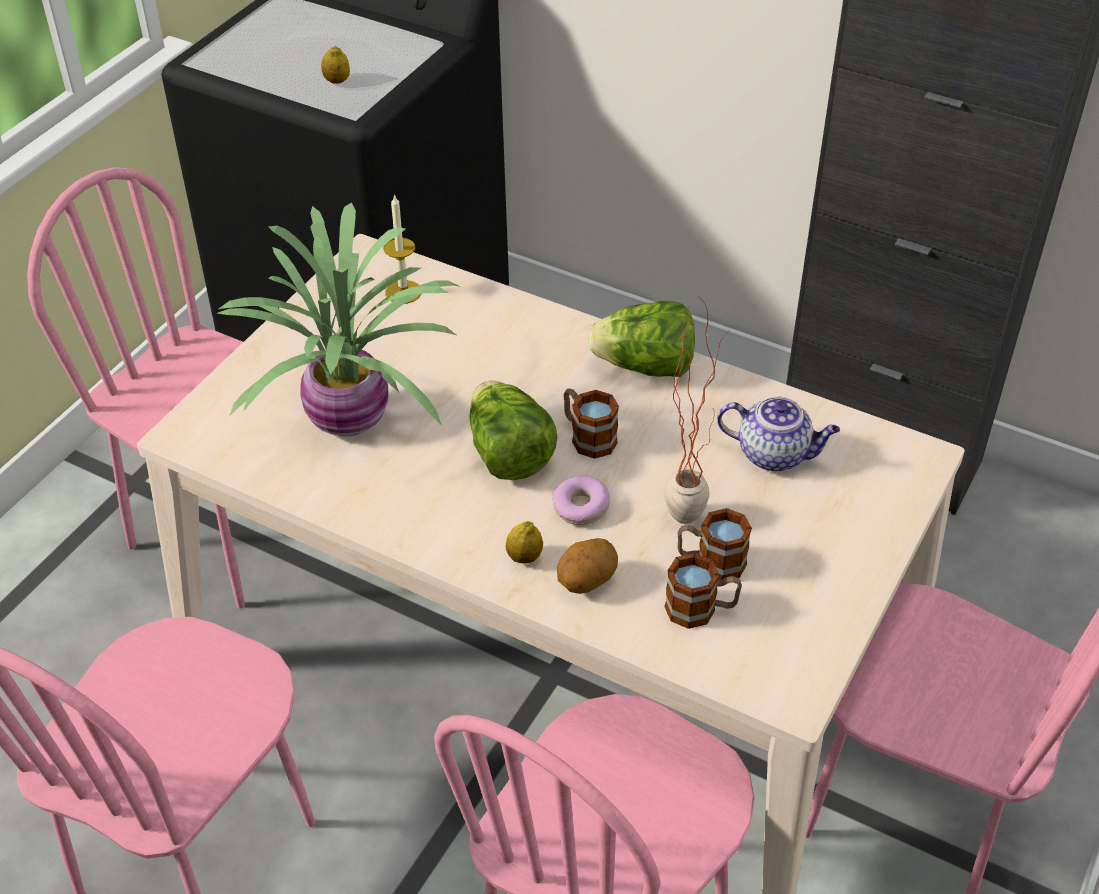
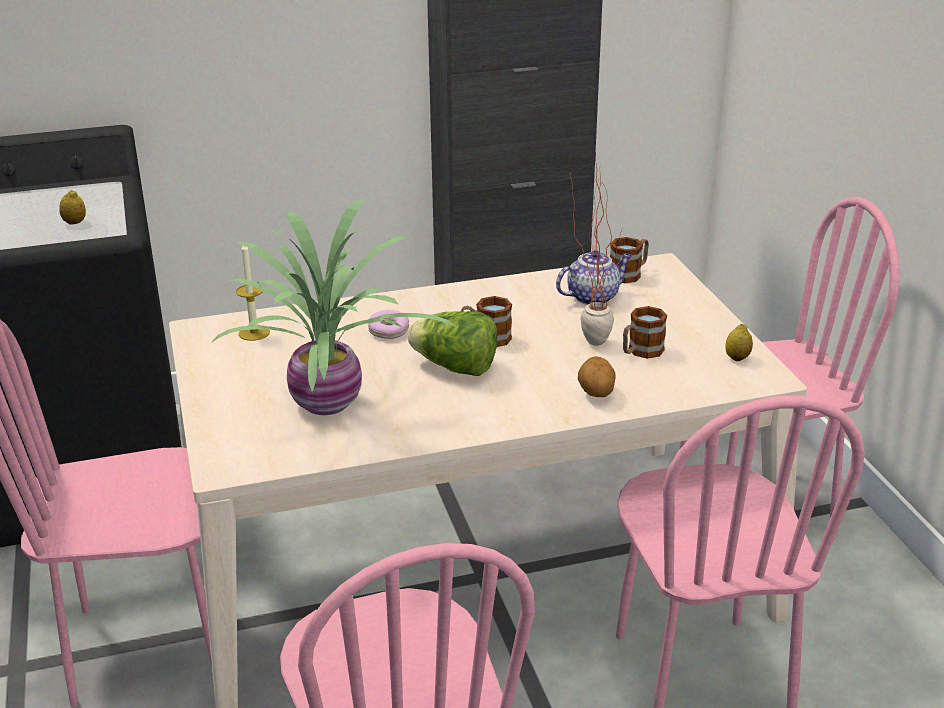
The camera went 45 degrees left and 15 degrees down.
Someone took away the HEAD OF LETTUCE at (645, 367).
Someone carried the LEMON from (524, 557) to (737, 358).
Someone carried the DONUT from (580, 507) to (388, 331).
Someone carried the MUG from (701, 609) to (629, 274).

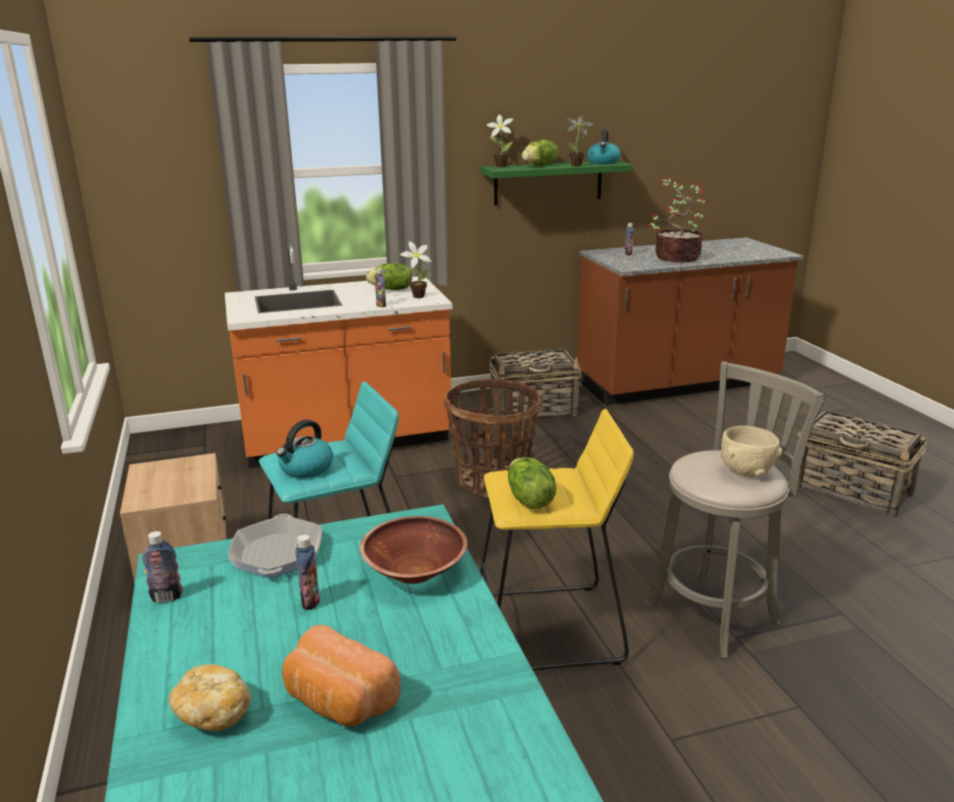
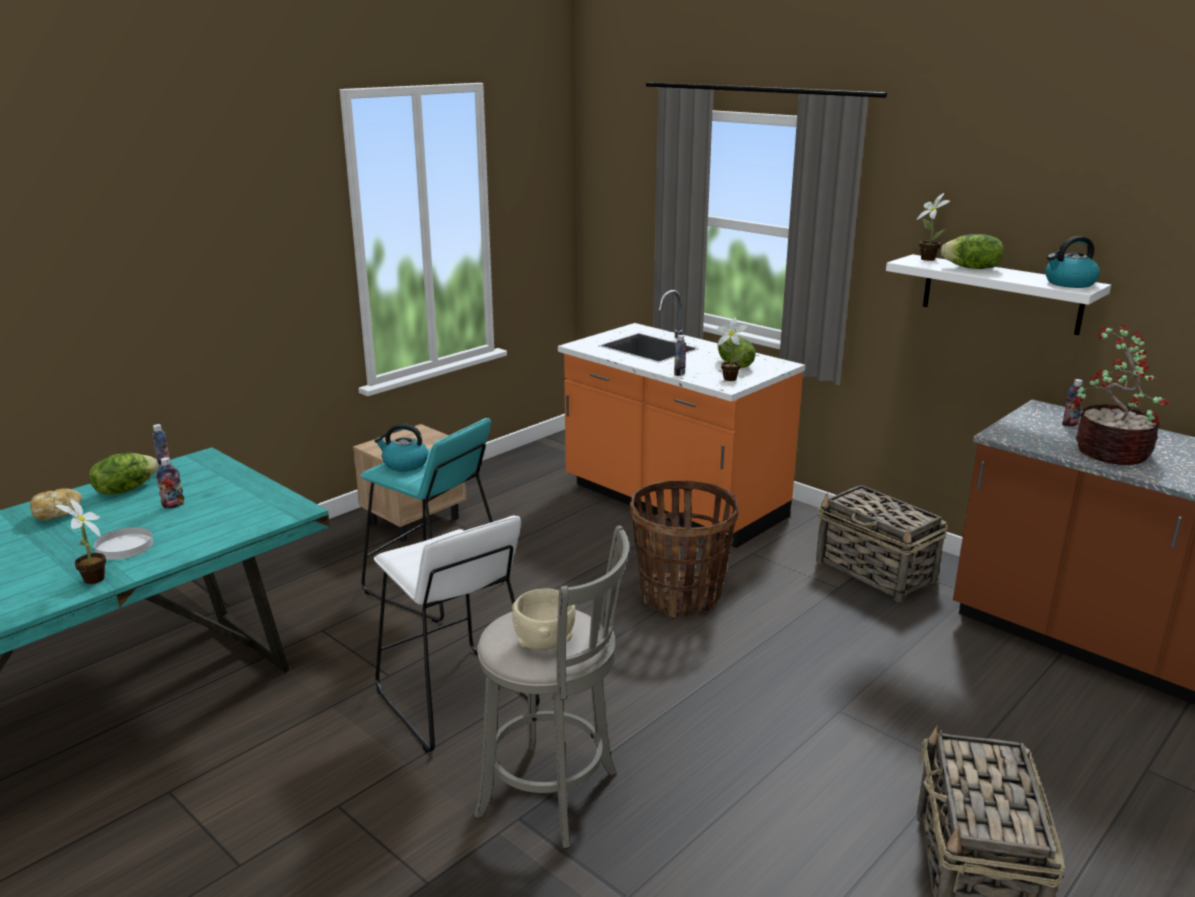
The camera went 60 degrees right and 0 degrees up.
Someone took away the FRYING PAN at (277, 554).
Someone took away the BAKERY BREAD at (337, 702).
Someone took away the BROWN SERVING BOWL at (414, 571).
Someone put down the WHITISH DINNER PLATE at (124, 546).
Someone carried the HEAD OF LETTUCE from (528, 500) to (125, 489).
Someone carried the HOUSEPLANT from (578, 165) to (92, 581).
Someone repainted the GREENISH BRACKET SHELF at (548, 182), which became the WHITISH BRACKET SHELF at (1001, 294).
Someone repainted the YELLOWISH SITTING STOOL at (548, 628), which became the WHITISH SITTING STOOL at (454, 698).

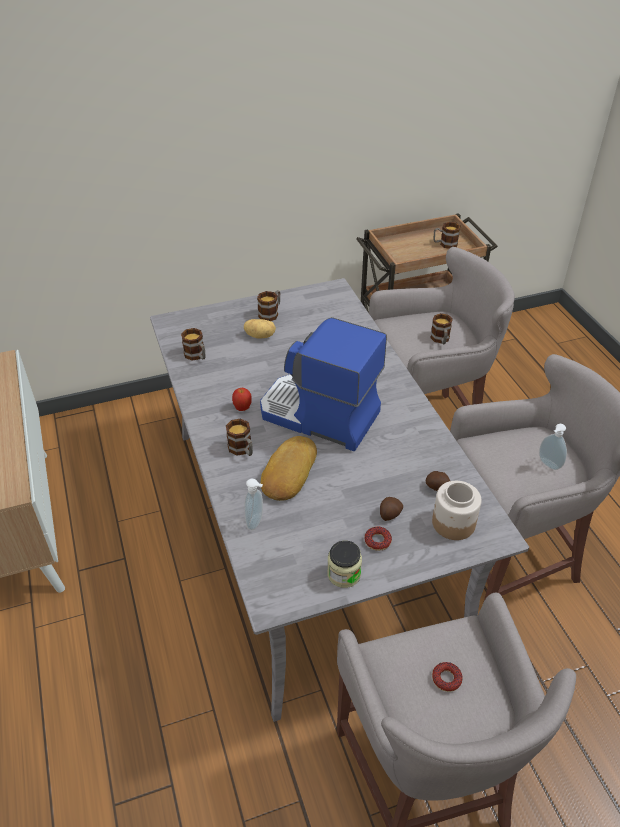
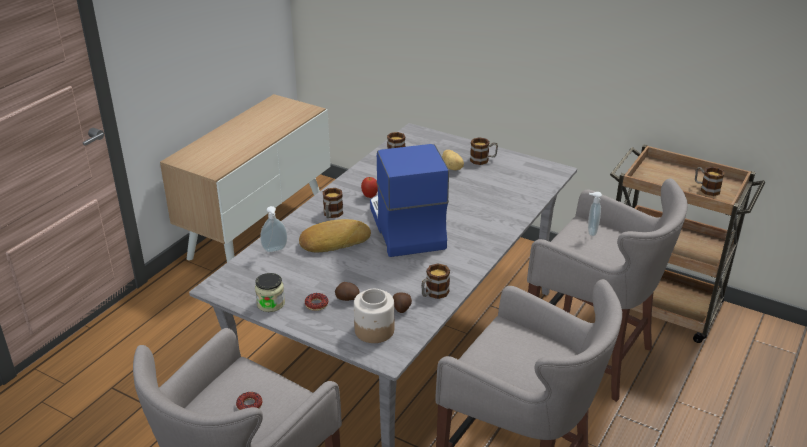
The camera went 50 degrees right and 10 degrees down.
Someone carried the MUG from (440, 340) to (434, 293).
Someone carried the SOAP BOTTLE from (548, 465) to (591, 231).

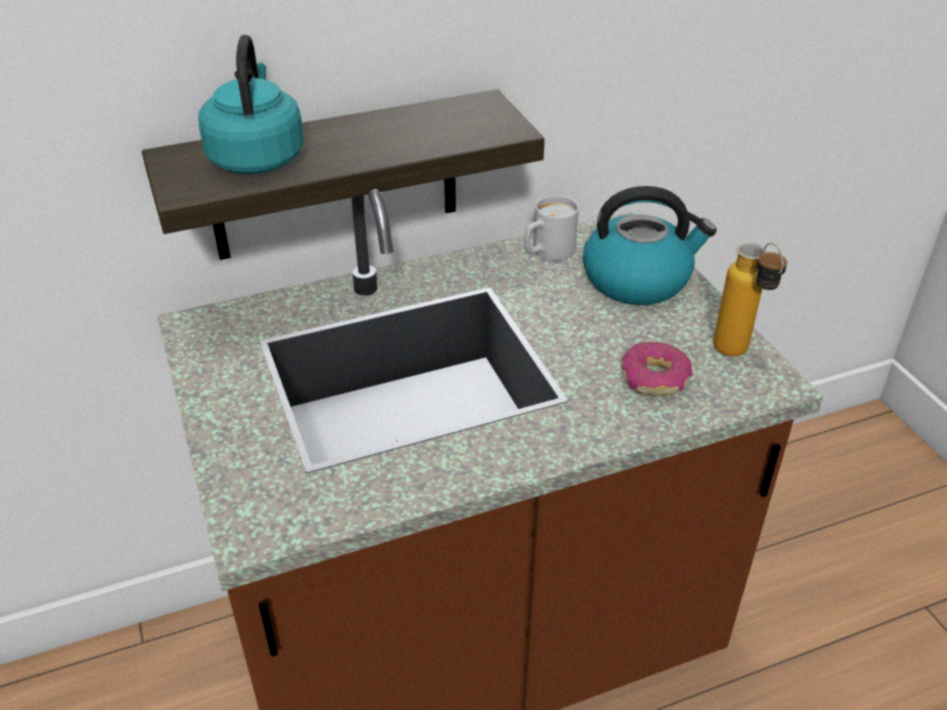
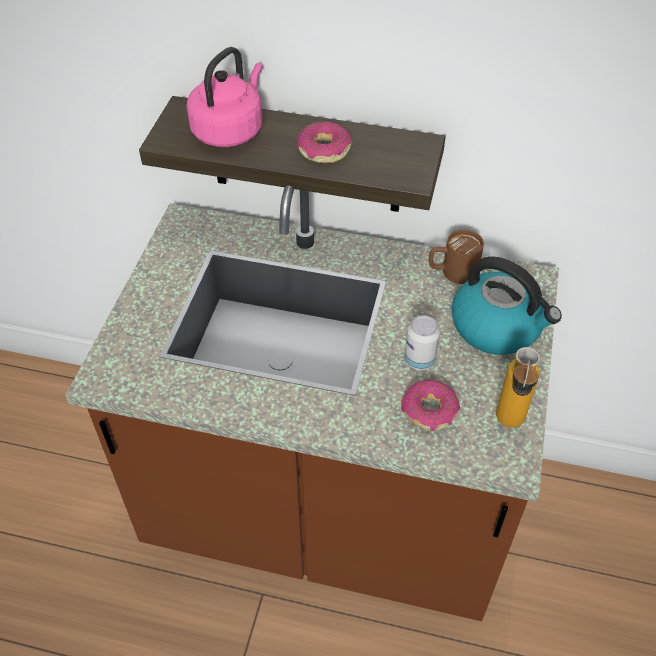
The camera went 35 degrees right and 10 degrees up.
Someone put down the DONUT at (323, 150).
Someone put down the CAN at (419, 360).
Someone repainted the TURQUOISE WATER KETTLE at (257, 156), which became the PINKISH WATER KETTLE at (230, 130).
Someone repainted the WHITISH MUG at (547, 252), which became the BROWN MUG at (452, 272).

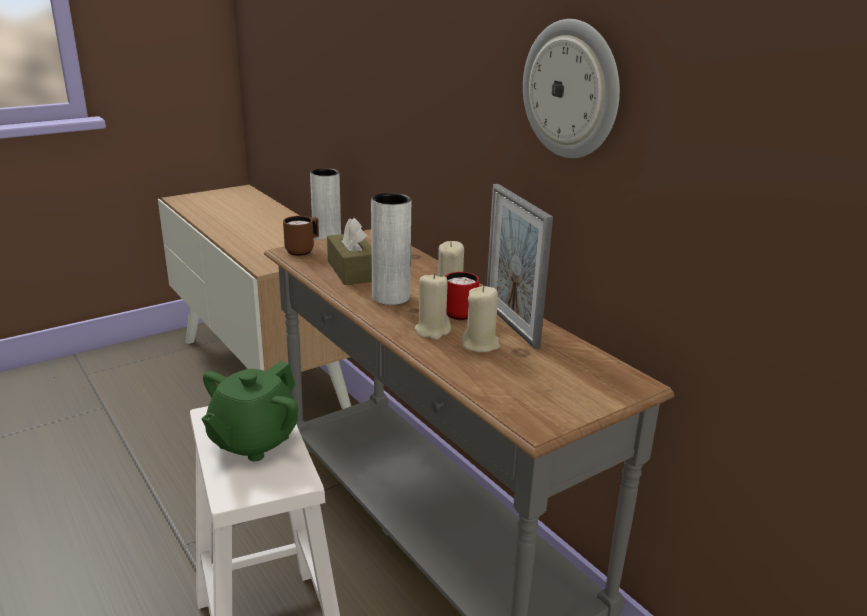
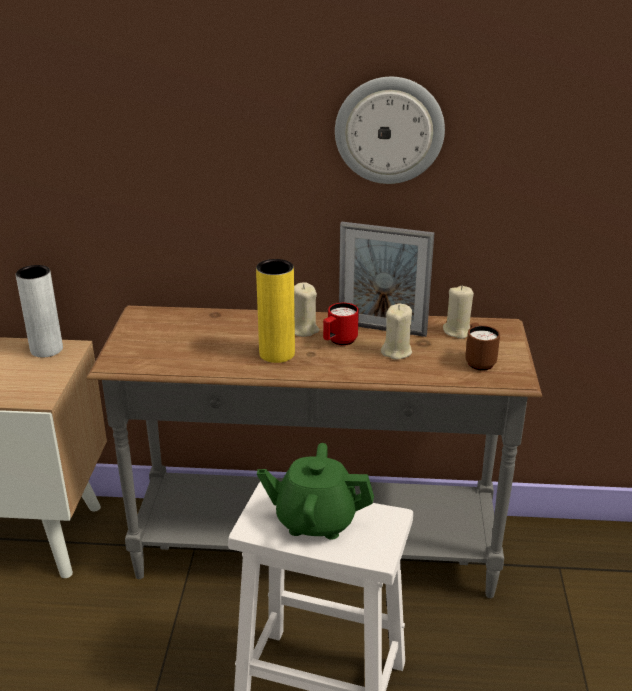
The camera went 50 degrees left and 5 degrees up.
Someone took away the BROWN TISSUE HOLDER at (352, 271).
Someone carried the BROWN MUG from (303, 250) to (478, 361).
Someone carried the BEIGE-COLOURED WAX LIGHT from (432, 330) to (458, 331).
Someone repainted the GRAY VASE at (391, 297), which became the YELLOWISH VASE at (277, 354).
Someone rotated the GREENISH POT FOR TEA at (253, 441) by 120 degrees clockwise.

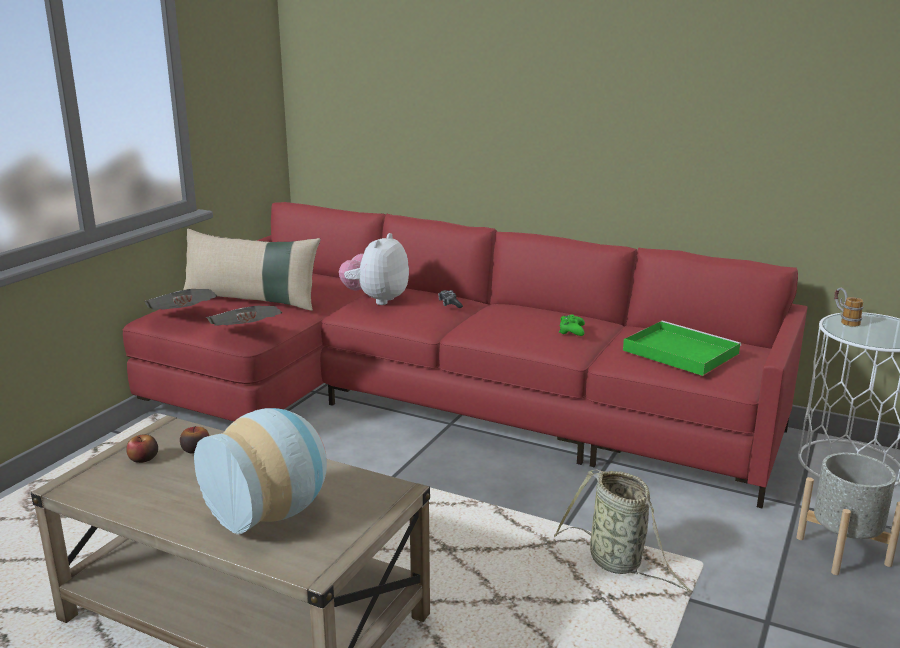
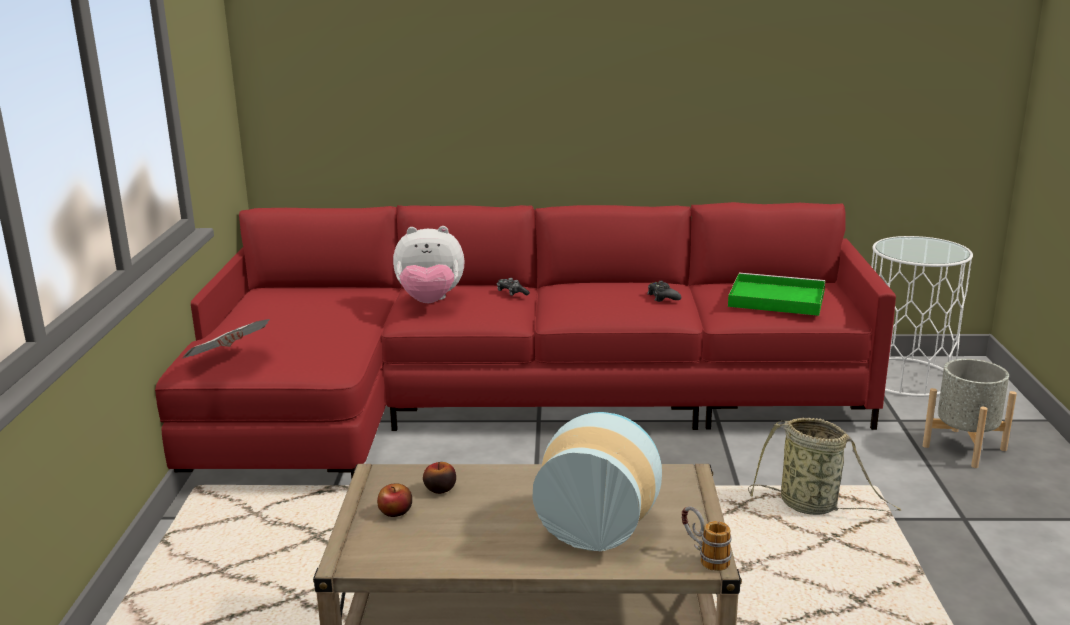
The camera went 25 degrees left and 0 degrees up.
Someone took away the BEIGE-COLOURED CUSHION at (252, 301).
Someone took away the DAILY PAPER at (246, 335).
Someone carried the MUG from (844, 320) to (703, 557).
Someone repainted the GREENISH GAMEPAD at (571, 330), which became the BLACK-COLOURED GAMEPAD at (663, 297).
Someone rotated the CUDDLY TOY at (376, 300) by 90 degrees counterclockwise.

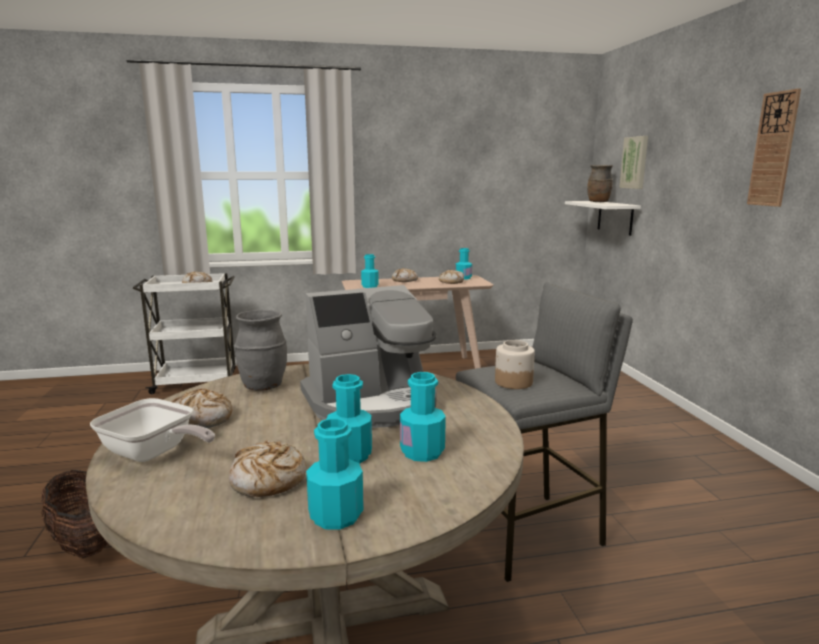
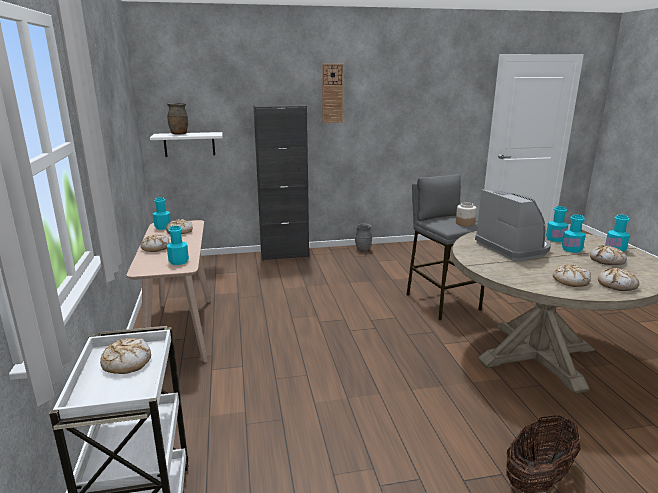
The camera went 90 degrees left and 5 degrees up.
Someone took away the WALL PICTURE at (635, 162).
Someone put down the BLACK-COLOURED CUPBOARD at (284, 255).
Someone carried the GRAY VASE from (263, 386) to (363, 250).
Someone swapped the FRYING PAN at (153, 454) for the BAKERY BREAD at (617, 285).

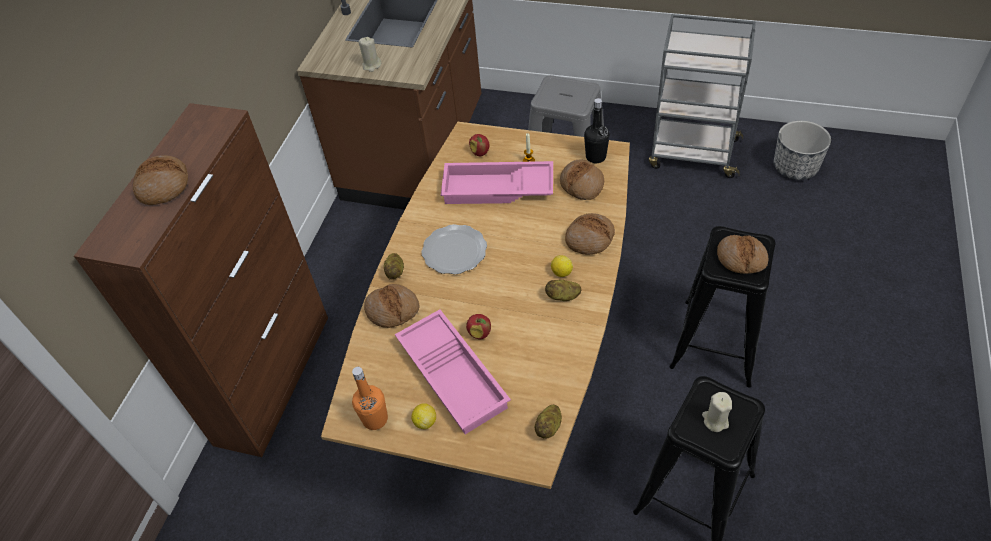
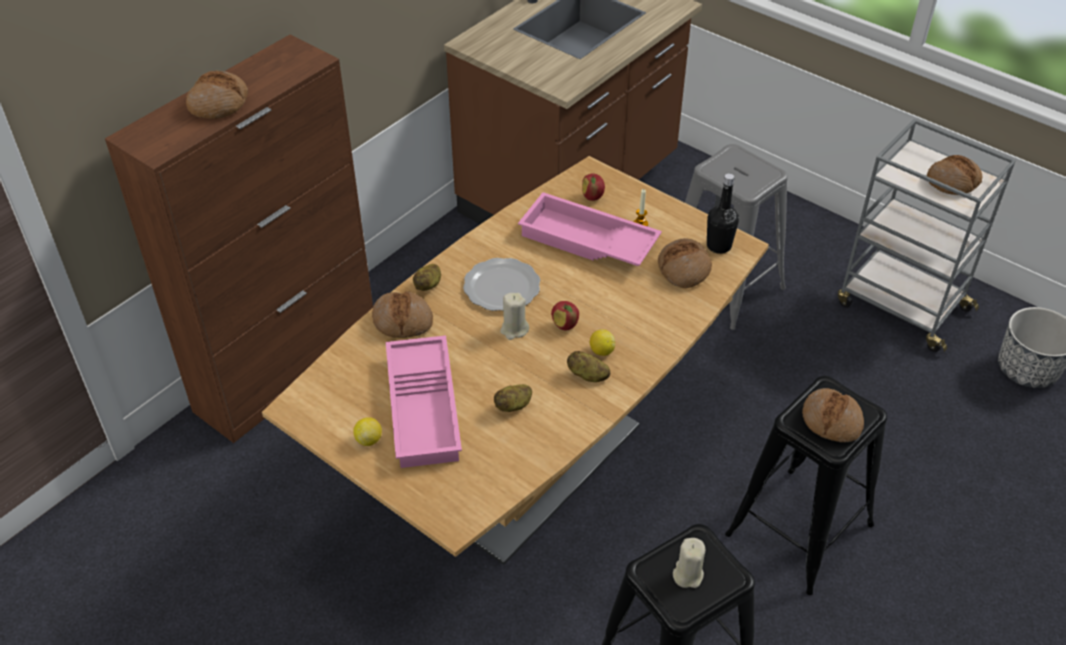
The camera went 20 degrees right and 5 degrees down.
Someone took away the ORANGE DRINK BOTTLE at (375, 419).
Someone carried the BEIGE-COLOURED WAX LIGHT from (371, 65) to (514, 329).
Someone carried the WHOLE APPLE from (480, 333) to (565, 325).
Someone carried the SPUD from (549, 427) to (514, 406).
Someone carried the BAKERY BREAD from (589, 238) to (952, 182).

